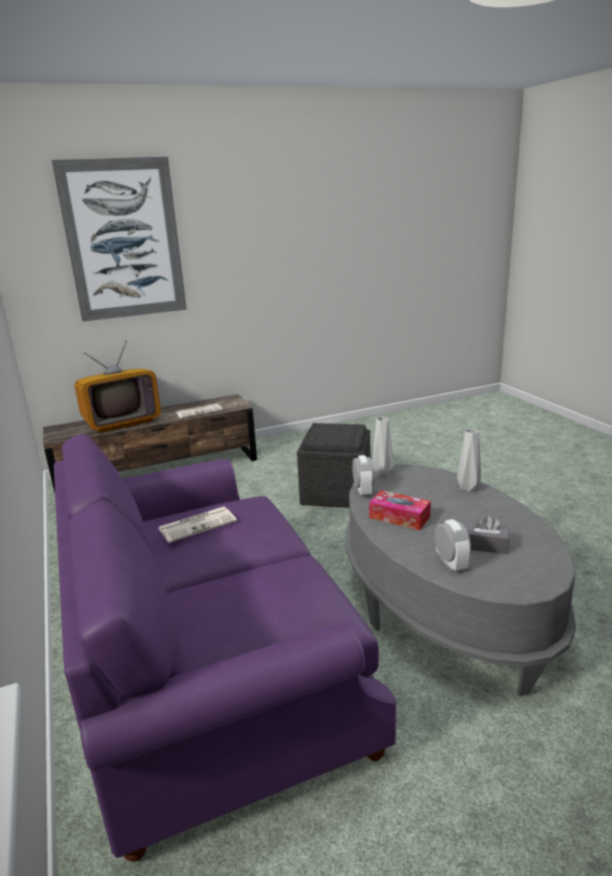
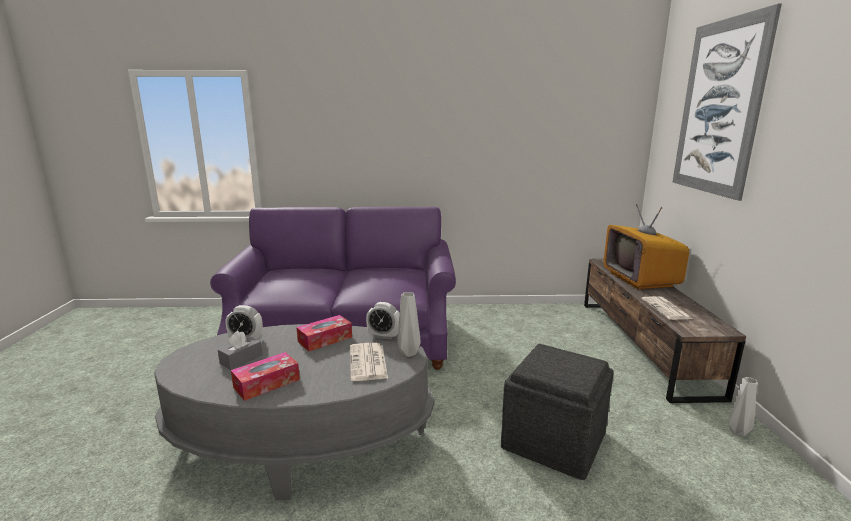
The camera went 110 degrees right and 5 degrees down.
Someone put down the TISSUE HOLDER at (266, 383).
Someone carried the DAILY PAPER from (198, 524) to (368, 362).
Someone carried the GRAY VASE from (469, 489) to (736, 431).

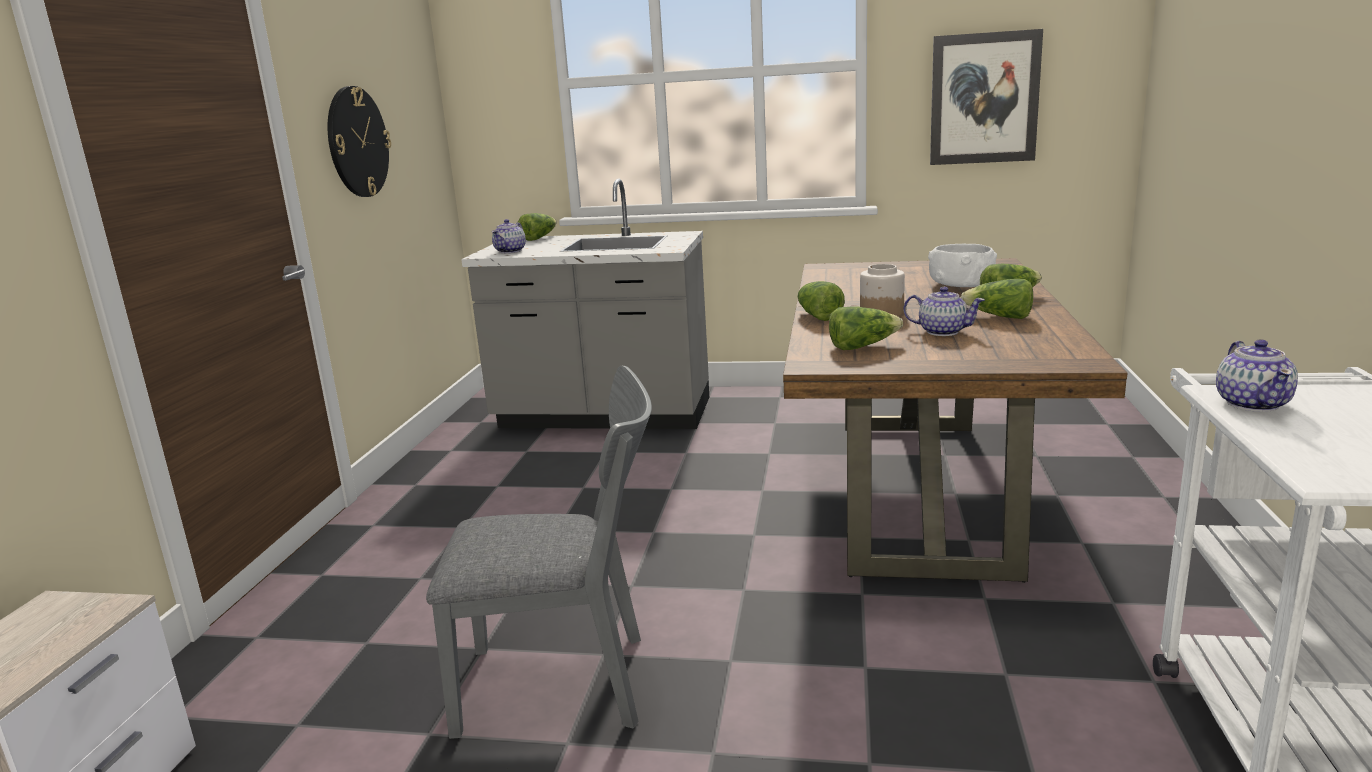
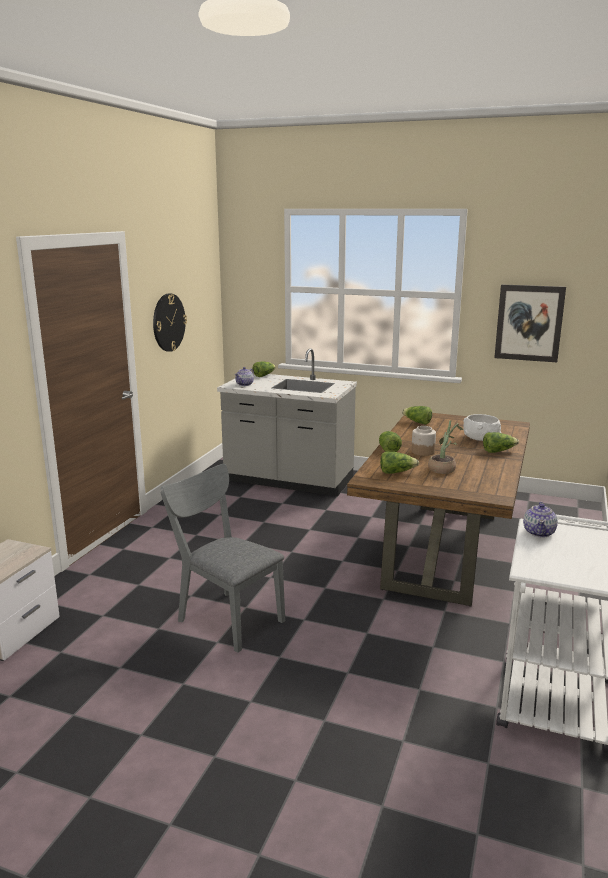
The camera went 10 degrees right and 0 degrees up.
Someone carried the HEAD OF LETTUCE from (999, 317) to (417, 422).
Someone swapped the POT FOR TEA at (942, 331) for the HOUSEPLANT at (443, 468).
Someone rotated the GRAY UPRIGHT CHAIR at (569, 683) by 150 degrees counterclockwise.

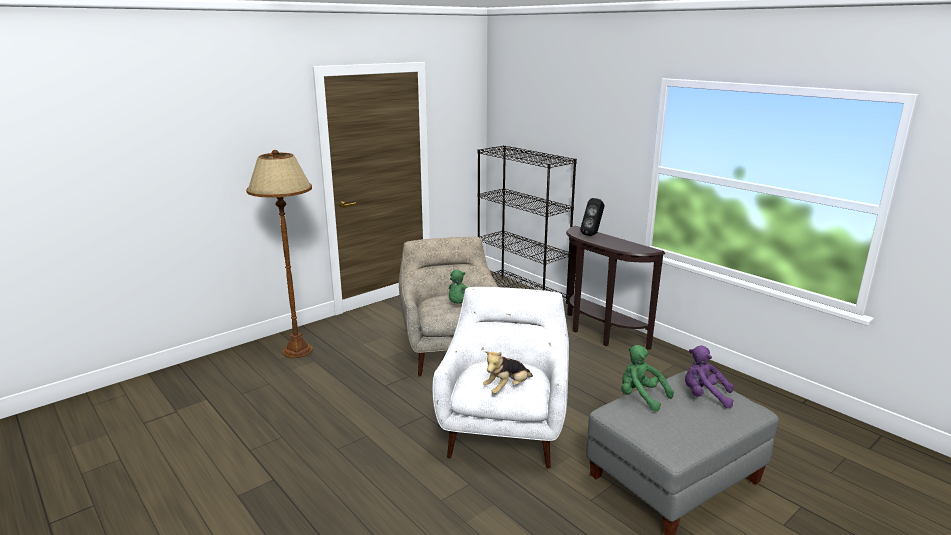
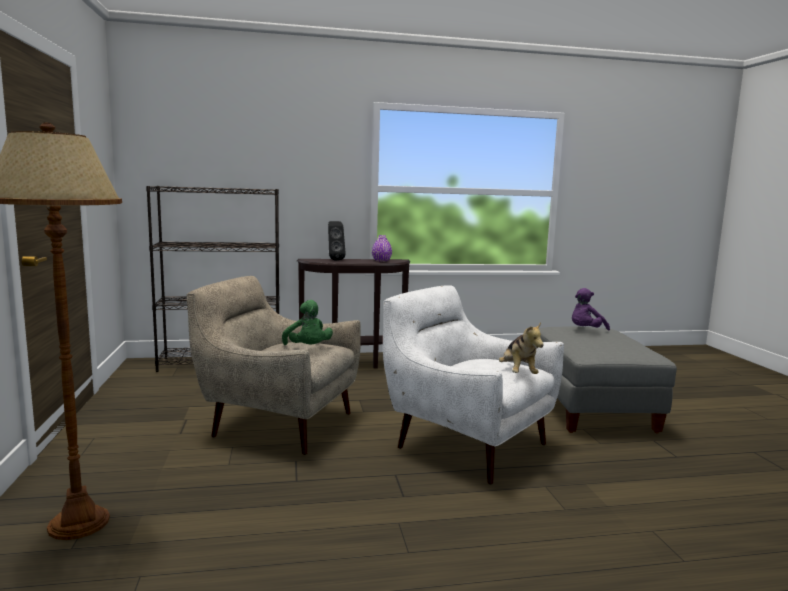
The camera went 60 degrees left and 10 degrees down.
Someone took away the GREENISH CUDDLY TOY at (641, 397).
Someone put down the PURPLE VASE at (381, 261).

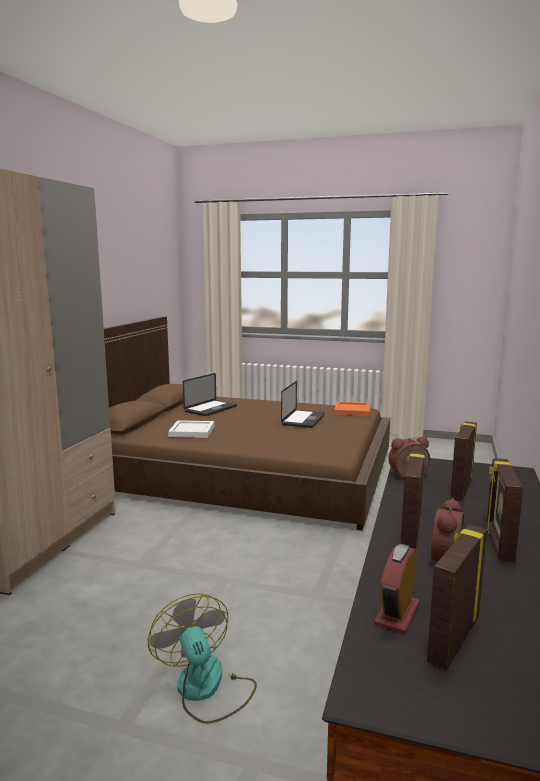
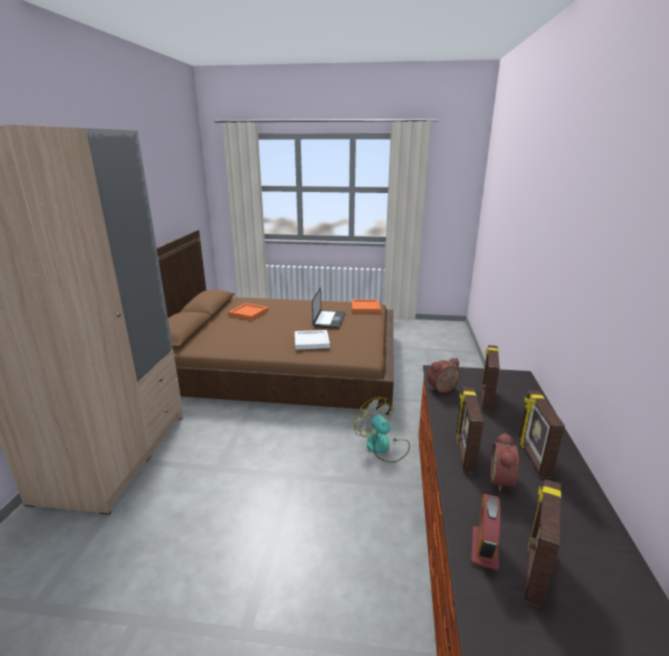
The camera went 10 degrees left and 10 degrees up.
Someone carried the FAN from (206, 689) to (383, 447).
Someone carried the WHITISH CARRYING TRAY from (192, 431) to (312, 341).
Someone swapped the NOTEBOOK COMPUTER at (210, 409) for the ORANGE CARRYING TRAY at (248, 313).

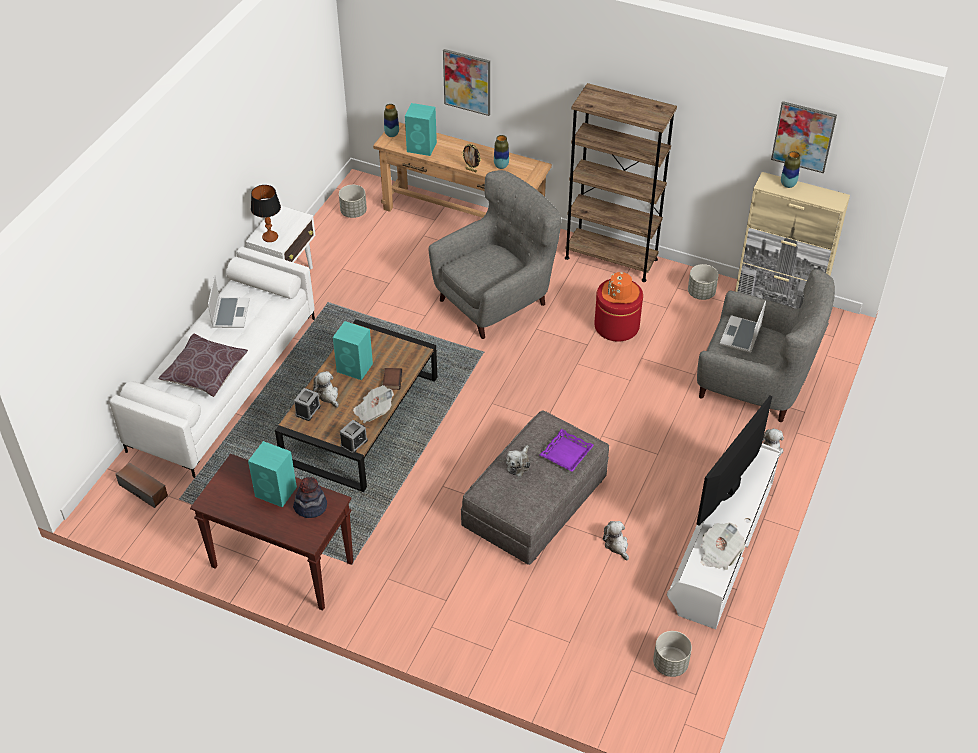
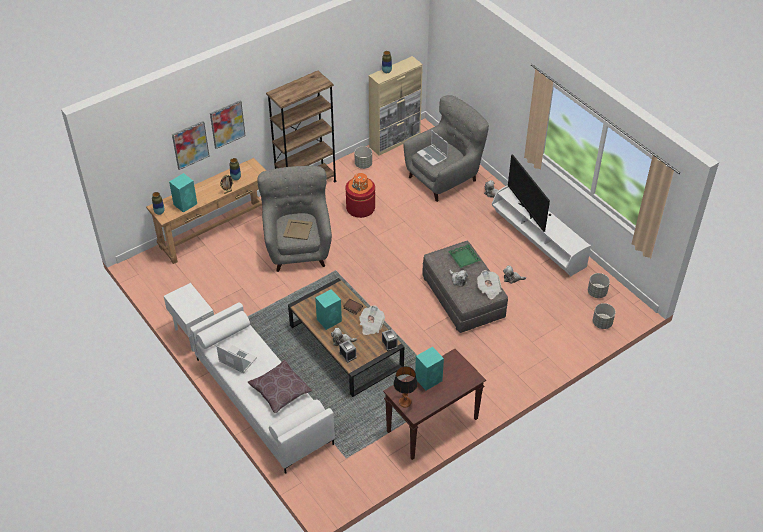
The camera went 60 degrees left and 0 degrees up.
Someone took away the AUDIO SPEAKER at (143, 490).
Someone took away the CLOTHING HAT at (310, 506).
Someone put down the BEIGE-COLOURED CARRYING TRAY at (297, 230).
Someone carried the TABLETOP LAMP from (270, 237) to (405, 402).
Someone carried the GRAY PLANT POT from (353, 212) to (602, 323).
Someone carried the DAILY PAPER from (719, 553) to (489, 289).
Someone carried the WALL PICTURE from (803, 136) to (227, 124).
Someone repainted the PURPLE CARRYING TRAY at (566, 453), which became the GREENISH CARRYING TRAY at (464, 258).

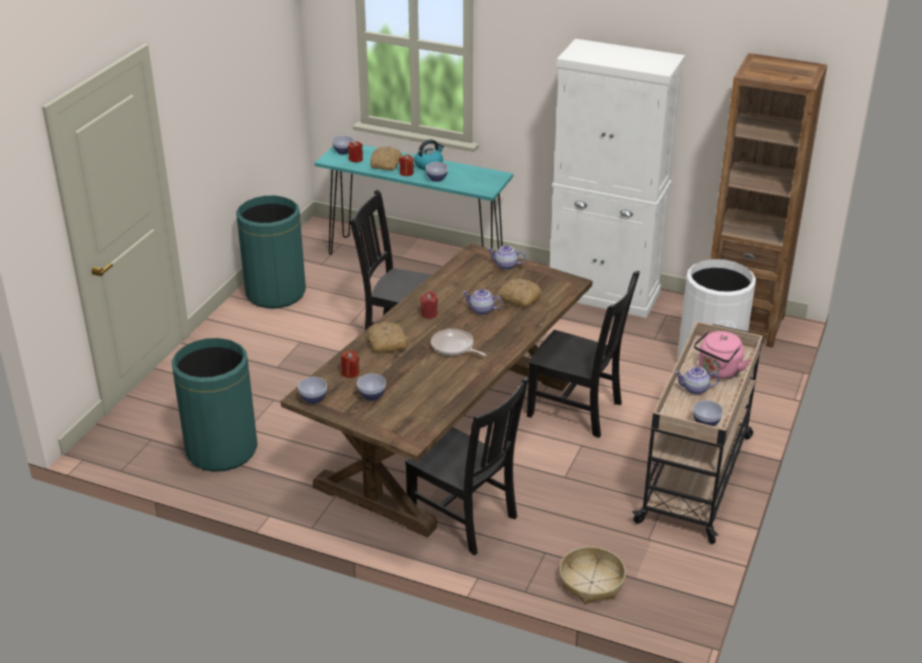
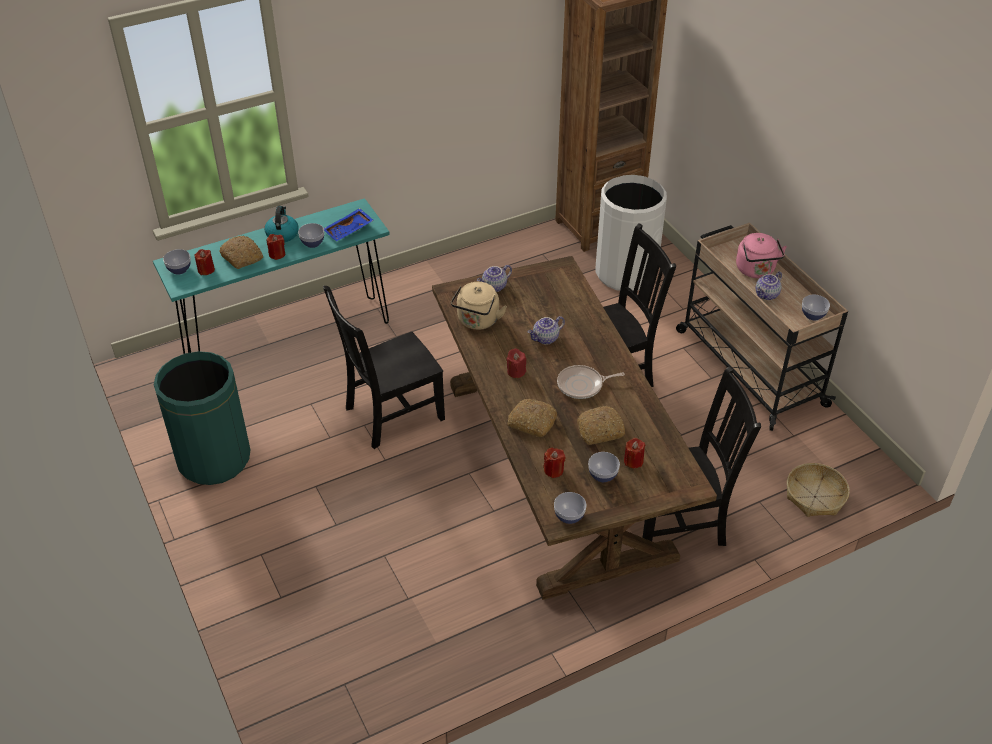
The camera went 50 degrees left and 10 degrees up.
Someone took away the GREENISH RUBBISH BIN at (221, 450).
Someone took away the WHITISH CUPBOARD at (604, 294).
Someone put down the BLUE CARRYING TRAY at (349, 230).
Someone put down the BEIGE-COLOURED WATER KETTLE at (477, 321).
Someone put down the RED WAX LIGHT at (633, 461).
Someone carried the BAKERY BREAD from (519, 298) to (599, 431).

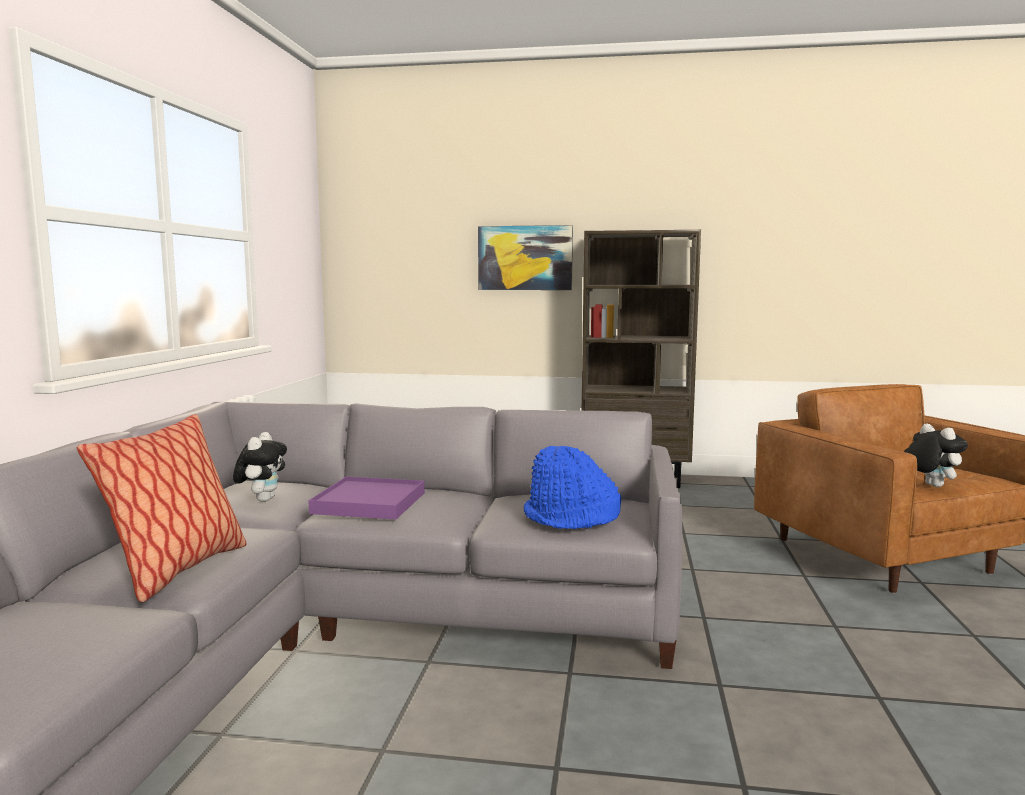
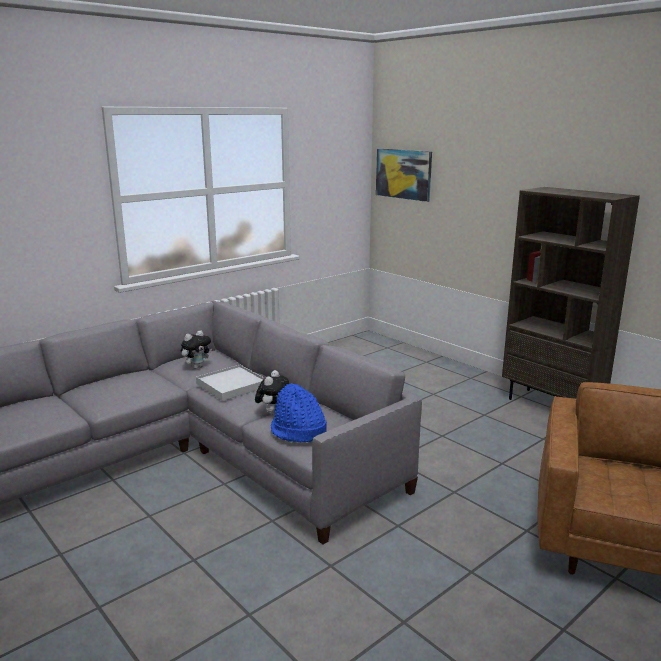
The camera went 40 degrees right and 10 degrees up.
Someone took away the CUSHION at (178, 570).
Someone carried the WALL PICTURE from (525, 258) to (403, 174).
Someone carried the CUDDLY TOY from (929, 485) to (272, 413).
Someone repainted the PURPLE CARRYING TRAY at (369, 503), which became the WHITISH CARRYING TRAY at (232, 385).

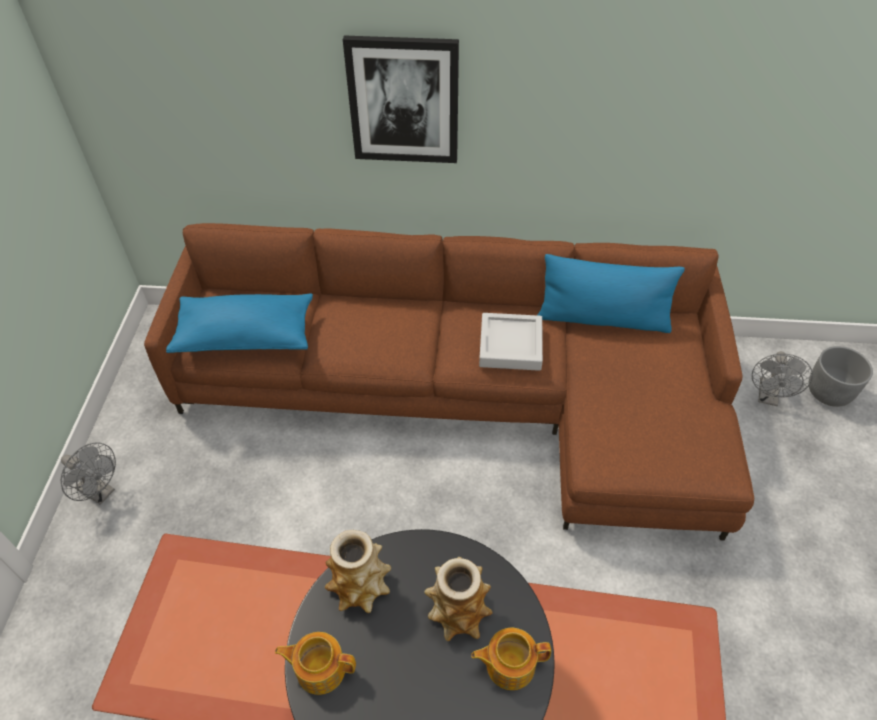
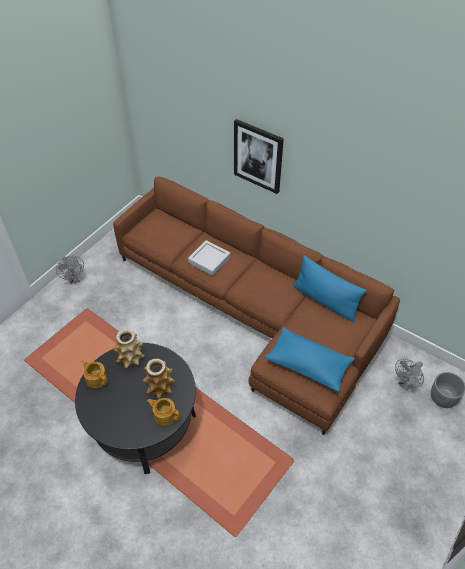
The camera went 30 degrees right and 0 degrees up.
Someone carried the BLUE CUSHION from (246, 336) to (308, 364).
Someone carried the GRAY CARRYING TRAY from (510, 346) to (209, 260).

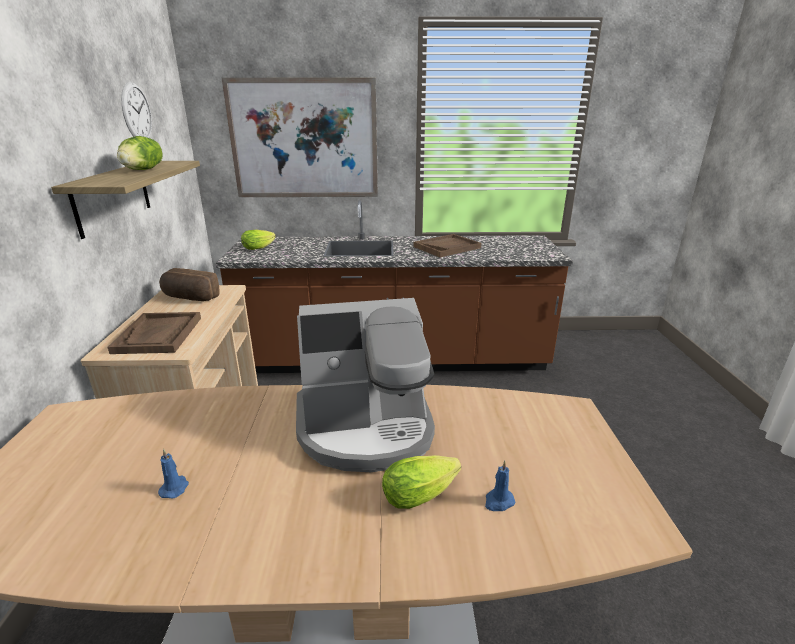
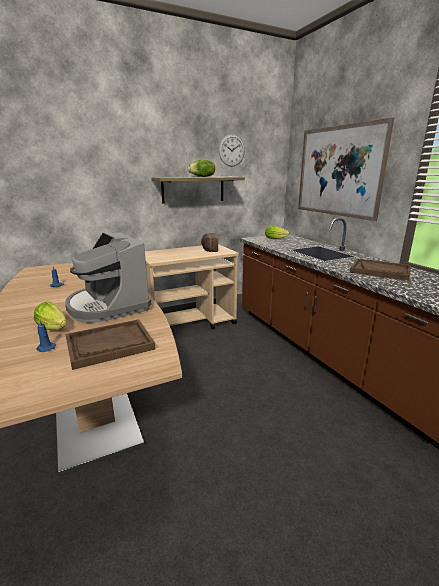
The camera went 65 degrees right and 5 degrees down.
Someone carried the BROWN CARRYING TRAY from (158, 335) to (109, 345).

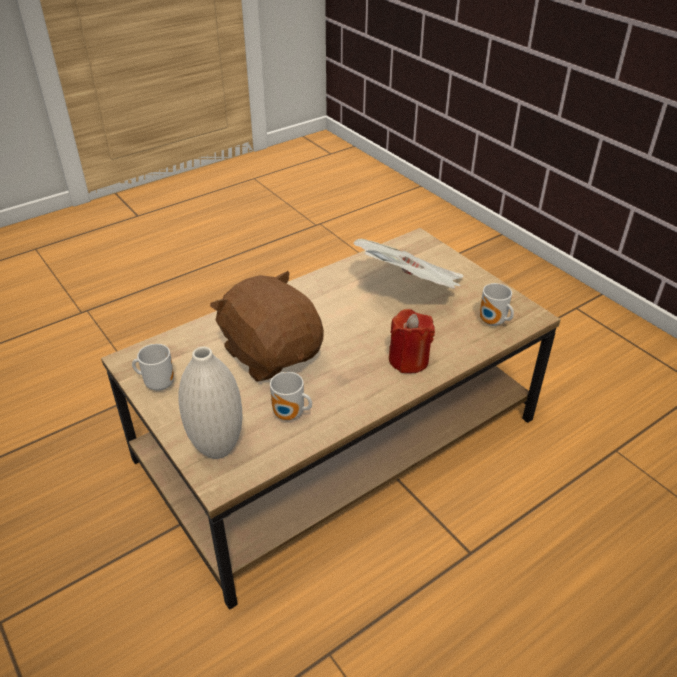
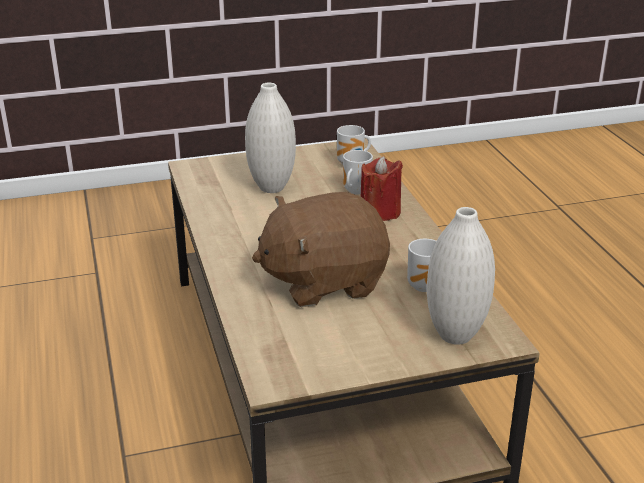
The camera went 70 degrees left and 10 degrees down.
Someone carried the MUG from (158, 383) to (354, 191).
Someone swapped the DAILY PAPER at (411, 288) for the WHITISH VASE at (271, 188).

